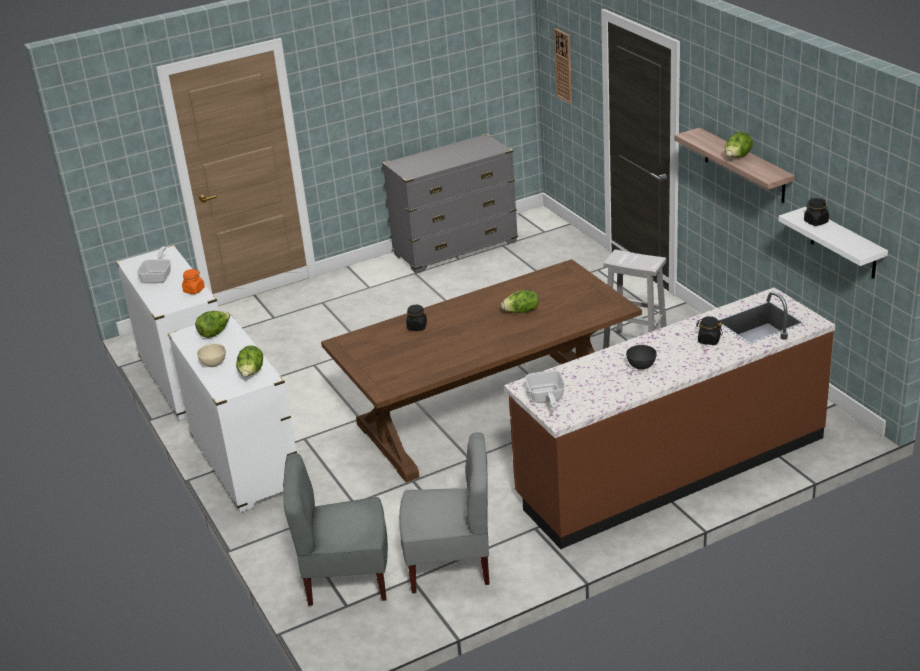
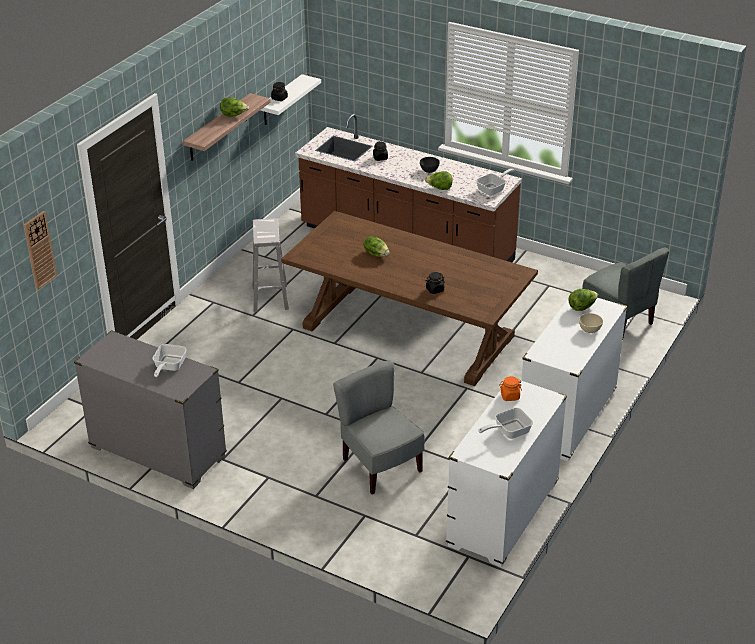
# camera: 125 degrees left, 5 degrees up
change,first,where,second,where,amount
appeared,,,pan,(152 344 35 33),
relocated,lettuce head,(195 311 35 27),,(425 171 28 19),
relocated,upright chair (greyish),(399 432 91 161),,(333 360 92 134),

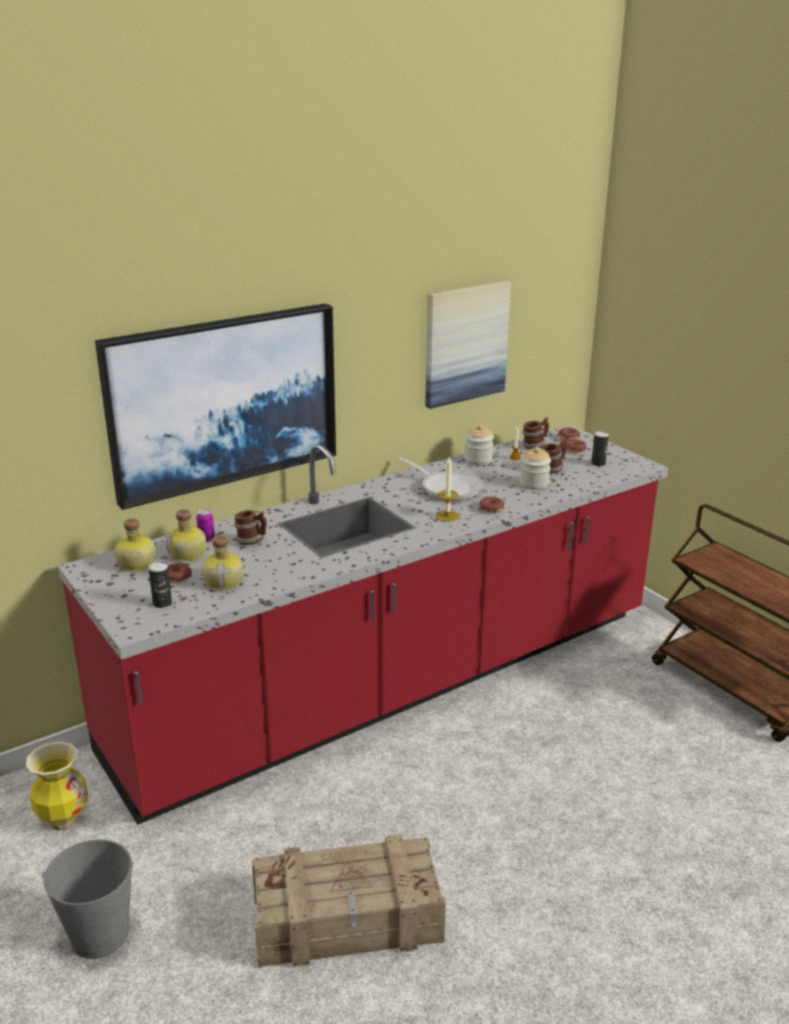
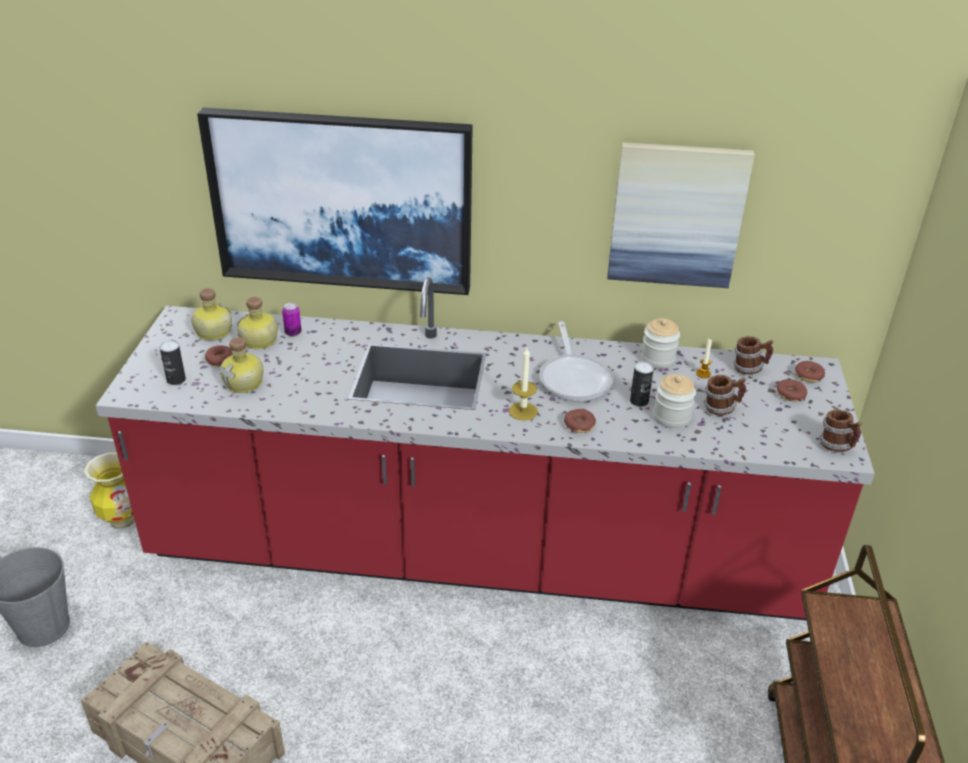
# camera: 40 degrees right, 10 degrees up
change,first,where,second,where,amount
relocated,mug,(234 510 33 35),,(820 410 42 42),
relocated,sealed can,(591 431 18 35),,(630 362 24 45),

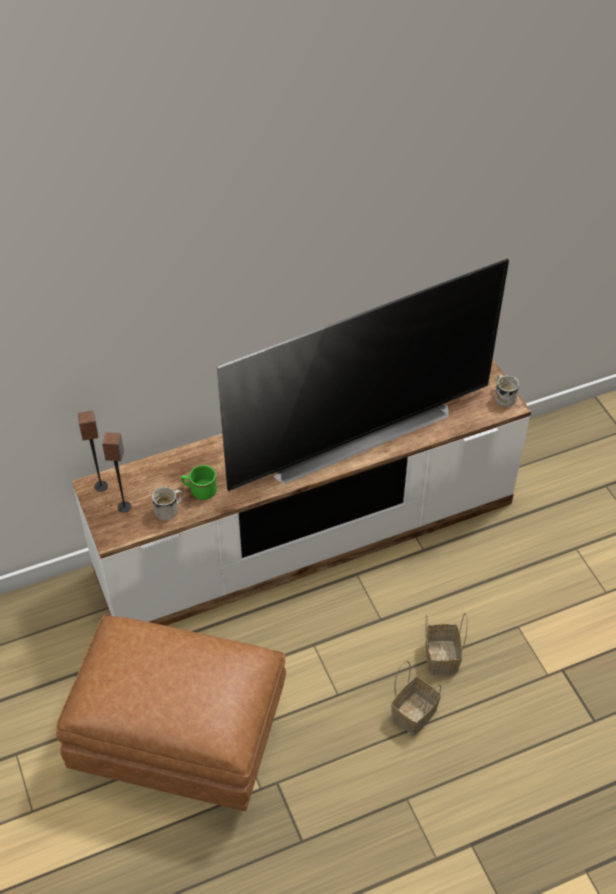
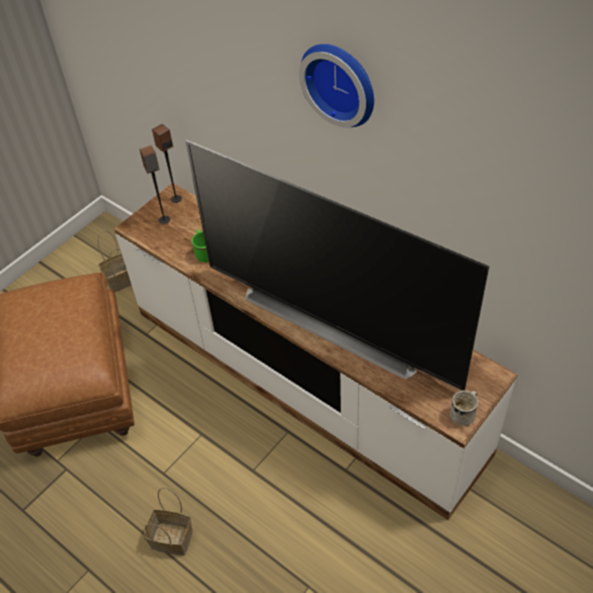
# camera: 65 degrees right, 0 degrees up
change,first,where,second,where,amount
missing,mug (white-coloured),(152 487 31 34),,,
appeared,,,clock on the wall,(299 44 75 83),
relocated,basket,(426 613 42 62),,(97 230 34 62),

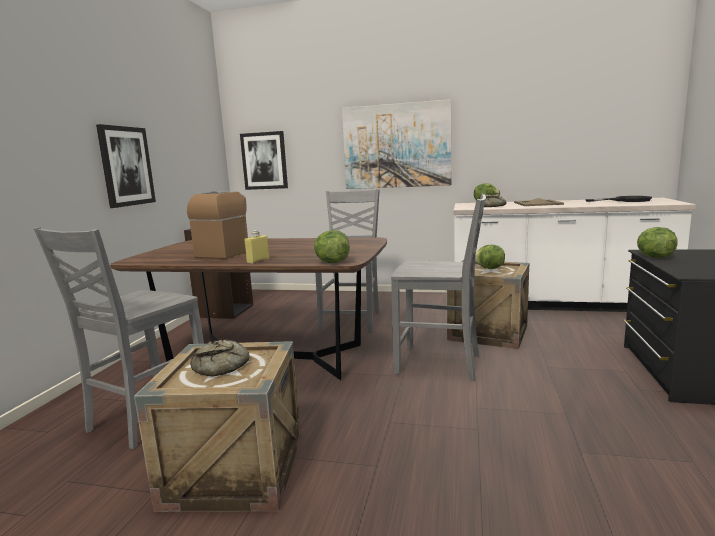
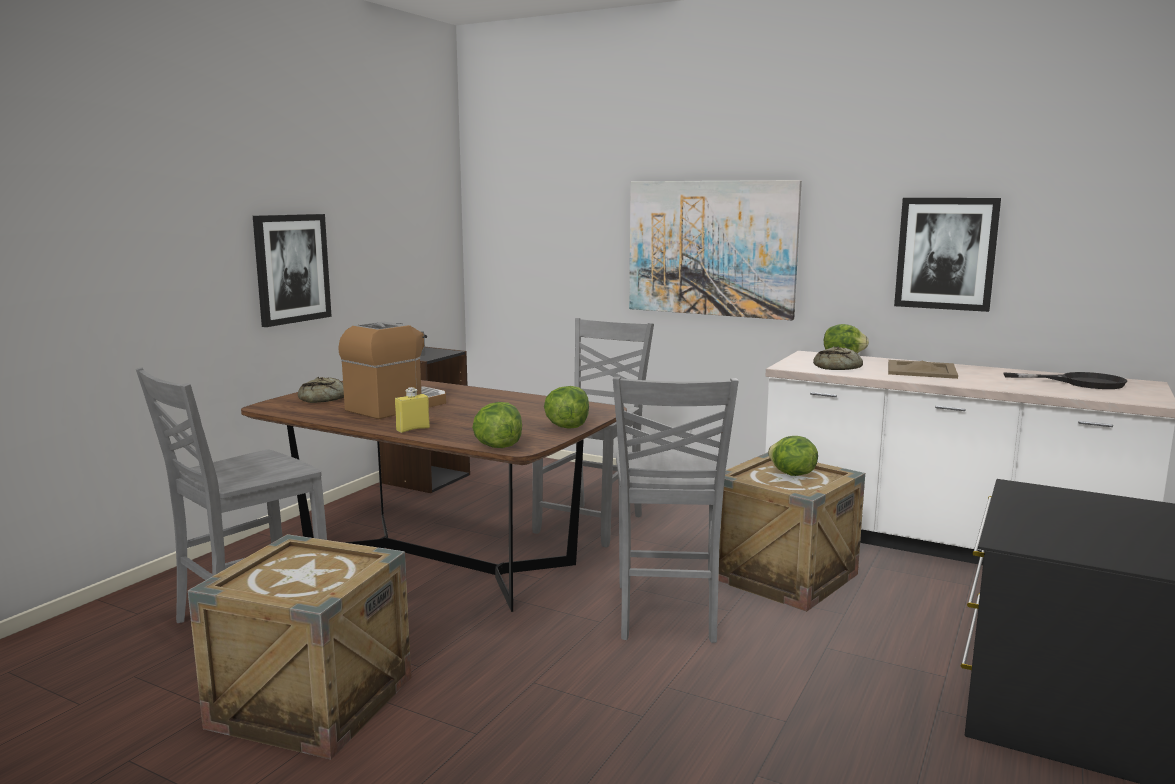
# camera: 15 degrees right, 0 degrees up
change,first,where,second,where,amount
relocated,bread,(190 340 60 36),,(298 377 46 26),
relocated,picture,(240 131 48 59),,(894 198 107 114),
relocated,lettuce head,(637 227 41 31),,(544 386 45 43),
spun,upright chair (greyish),(391 193 95 188),,(613 377 126 266),60 degrees clockwise

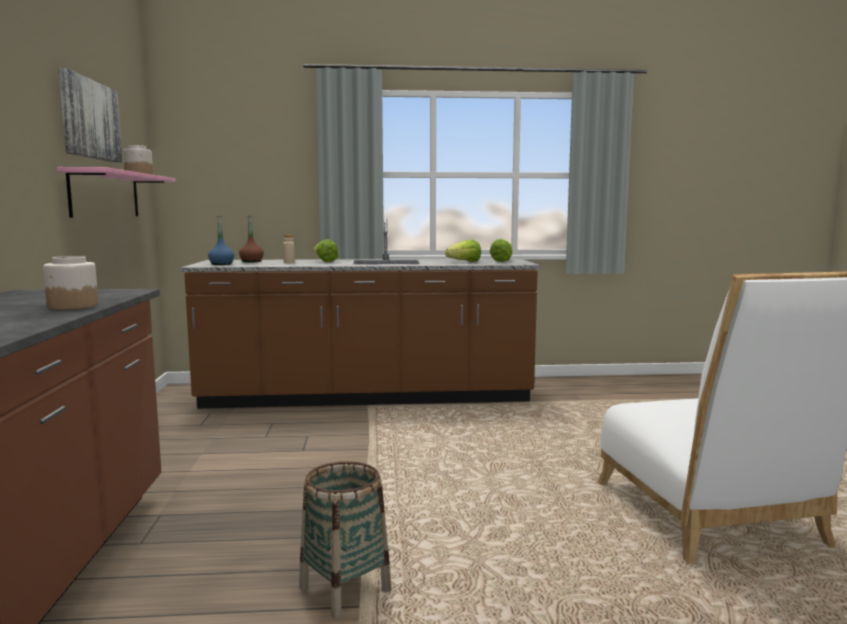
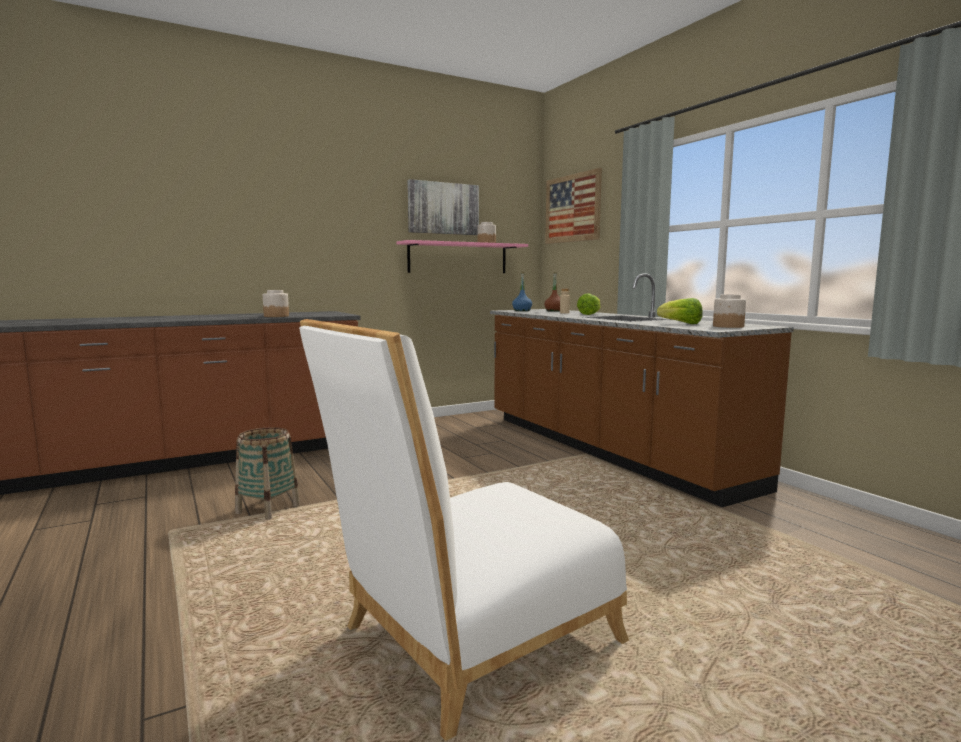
# camera: 65 degrees right, 0 degrees up
change,first,where,second,where,amount
appeared,,,picture,(545 168 57 76),
exchanged,lettuce head,(490 239 23 23),storage jar,(713 294 33 34),

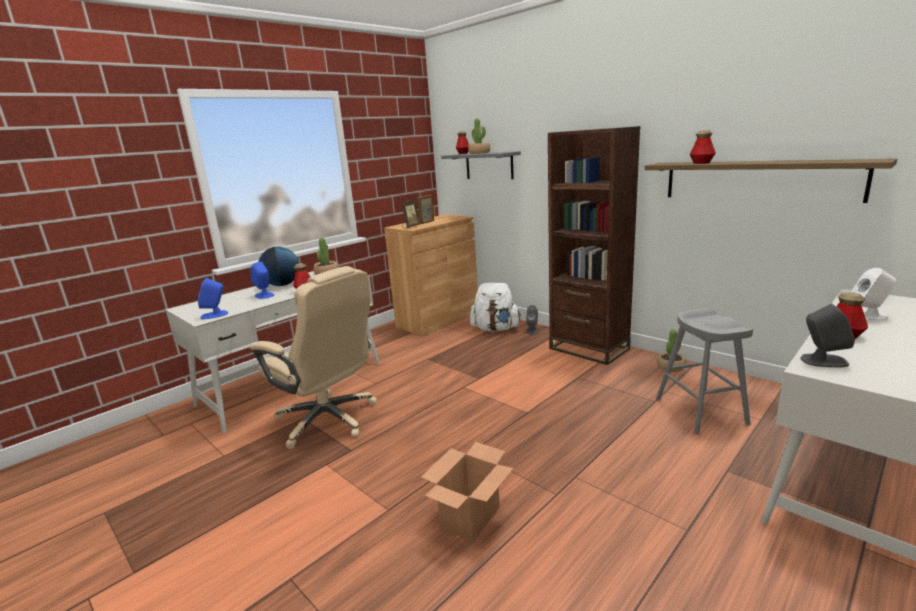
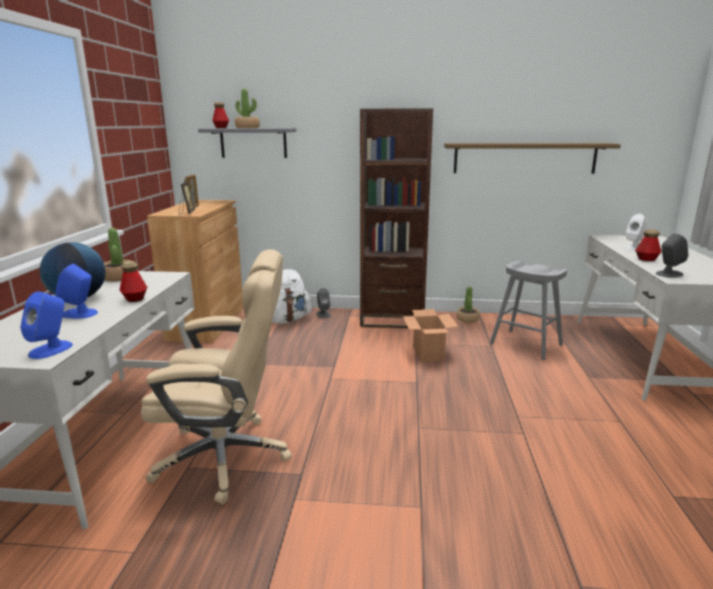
# camera: 40 degrees left, 0 degrees up
change,first,where,second,where,amount
missing,beverage bottle,(690 131 26 33),,,
relocated,cardboard box,(421 442 93 100),,(403 309 56 53),

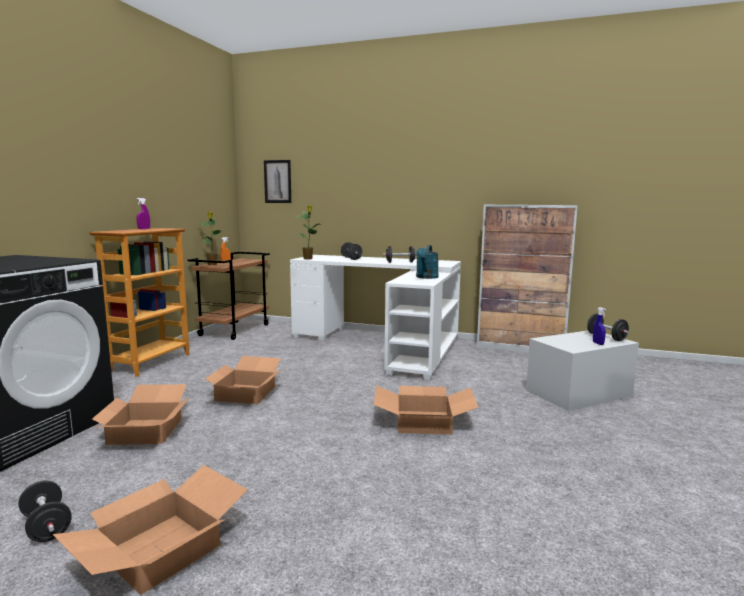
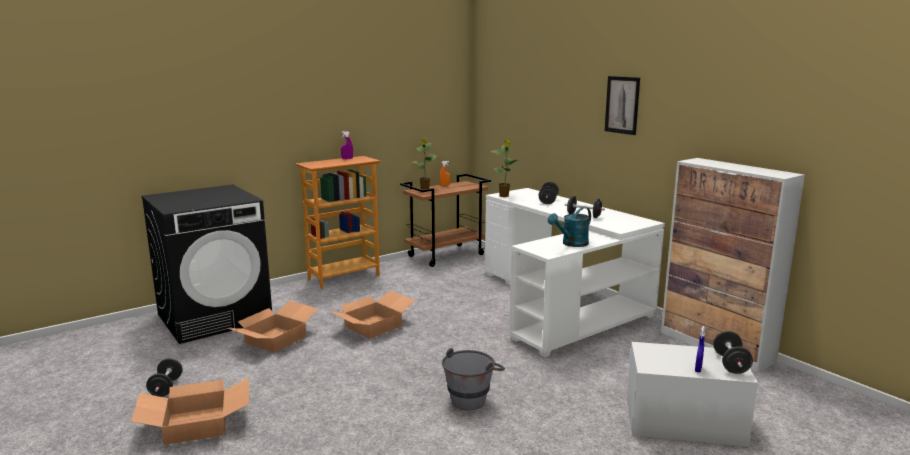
# camera: 35 degrees right, 5 degrees up
change,first,where,second,where,amount
relocated,picture,(264 160 27 43),,(605 76 35 59),
exchanged,cardboard box,(374 386 104 49),water bucket (greyish),(442 348 63 62),

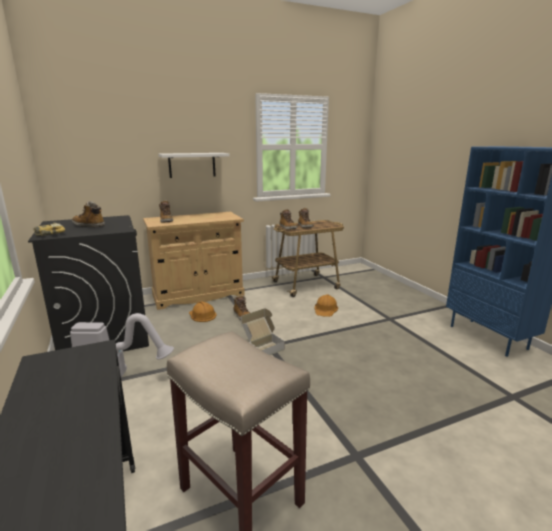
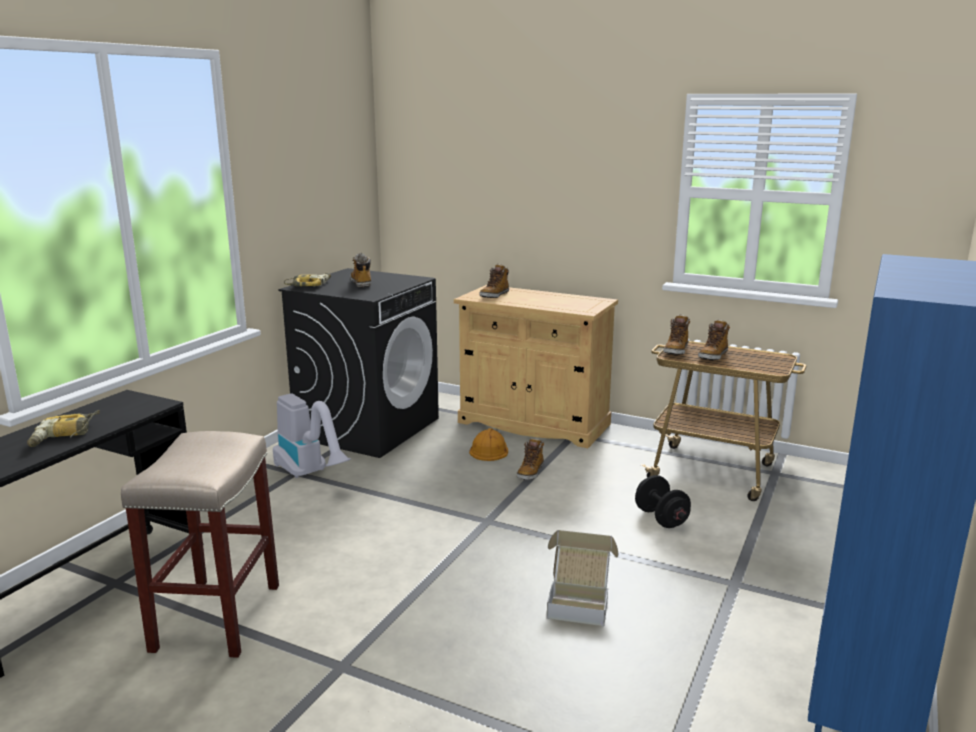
# camera: 50 degrees right, 0 degrees up
change,first,where,second,where,amount
missing,shelf (white-coloured),(158 153 72 25),,,
appeared,,,drill,(27 410 73 37),
relocated,cardboard box,(241 308 44 47),,(547 530 71 96),
exchanged,hard hat (orangey),(314 294 24 23),hand weight (black-coloured),(635 475 56 53),

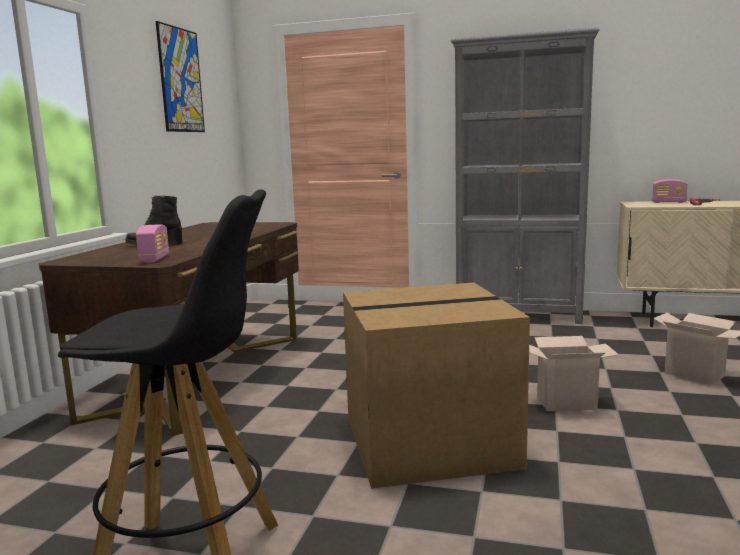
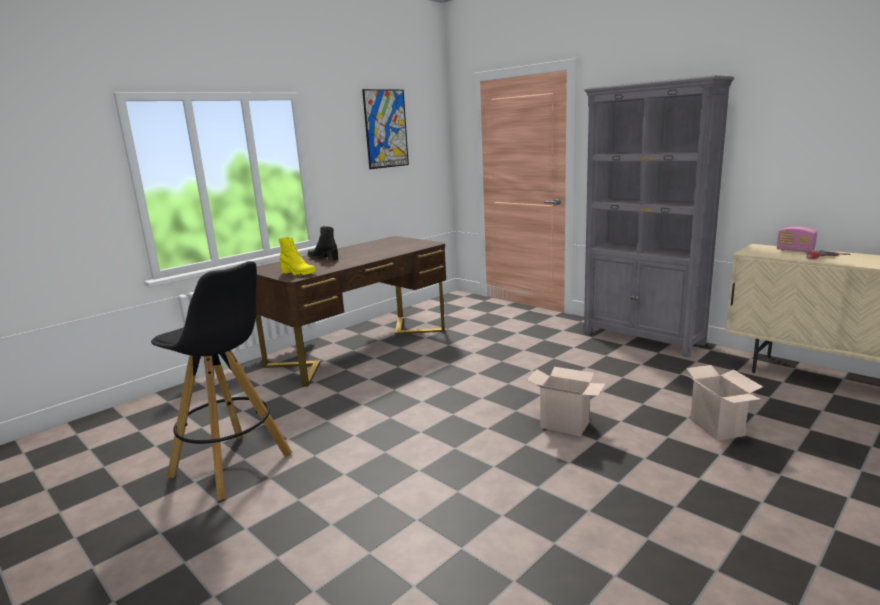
# camera: 30 degrees right, 5 degrees up
change,first,where,second,where,amount
missing,cardboard box,(343 283 187 206),,,
exchanged,radio set,(136 224 33 39),high-top boot (yellow-coloured),(279 237 37 39),

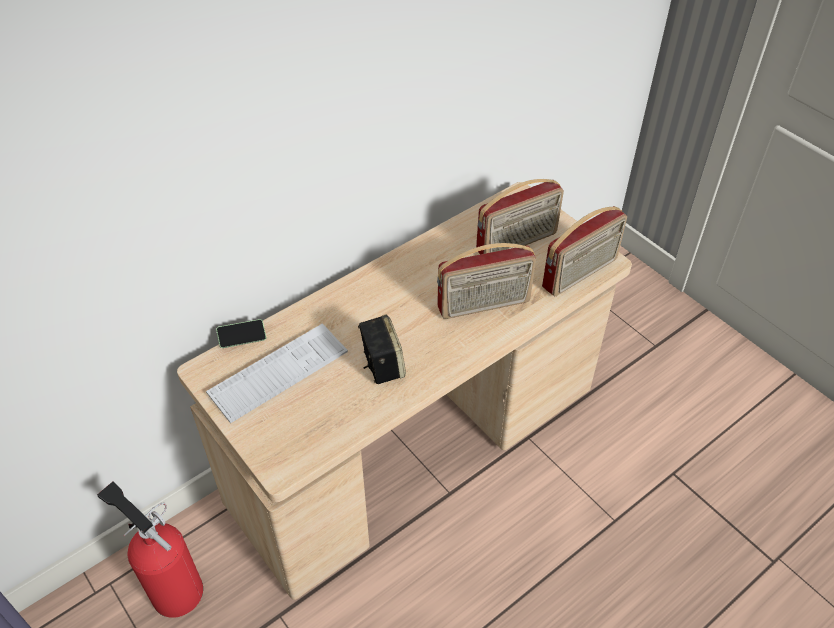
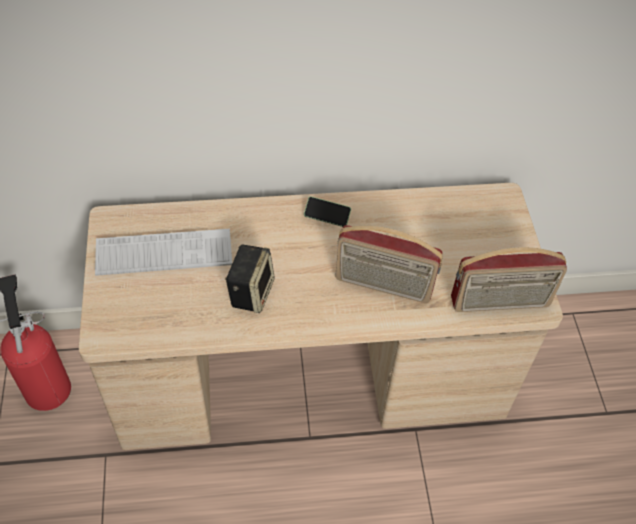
# camera: 30 degrees right, 5 degrees up
change,first,where,second,where,amount
missing,radio set,(476 179 88 75),,,
relocated,handset,(216 319 50 29),,(304 197 47 30),

